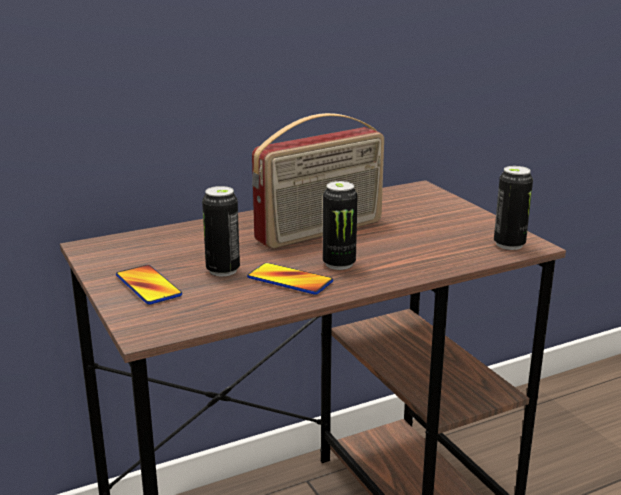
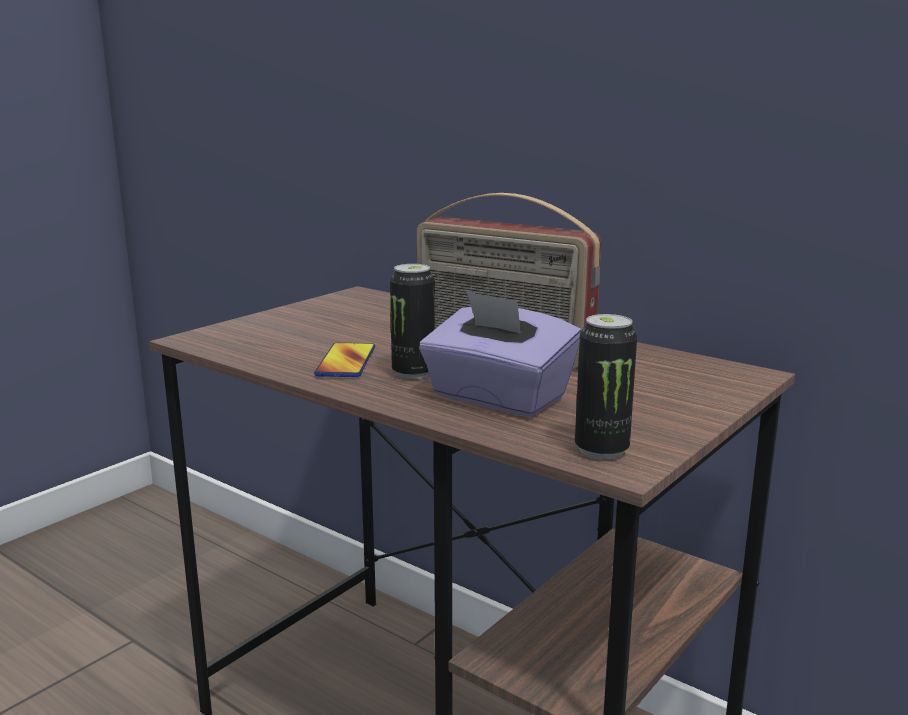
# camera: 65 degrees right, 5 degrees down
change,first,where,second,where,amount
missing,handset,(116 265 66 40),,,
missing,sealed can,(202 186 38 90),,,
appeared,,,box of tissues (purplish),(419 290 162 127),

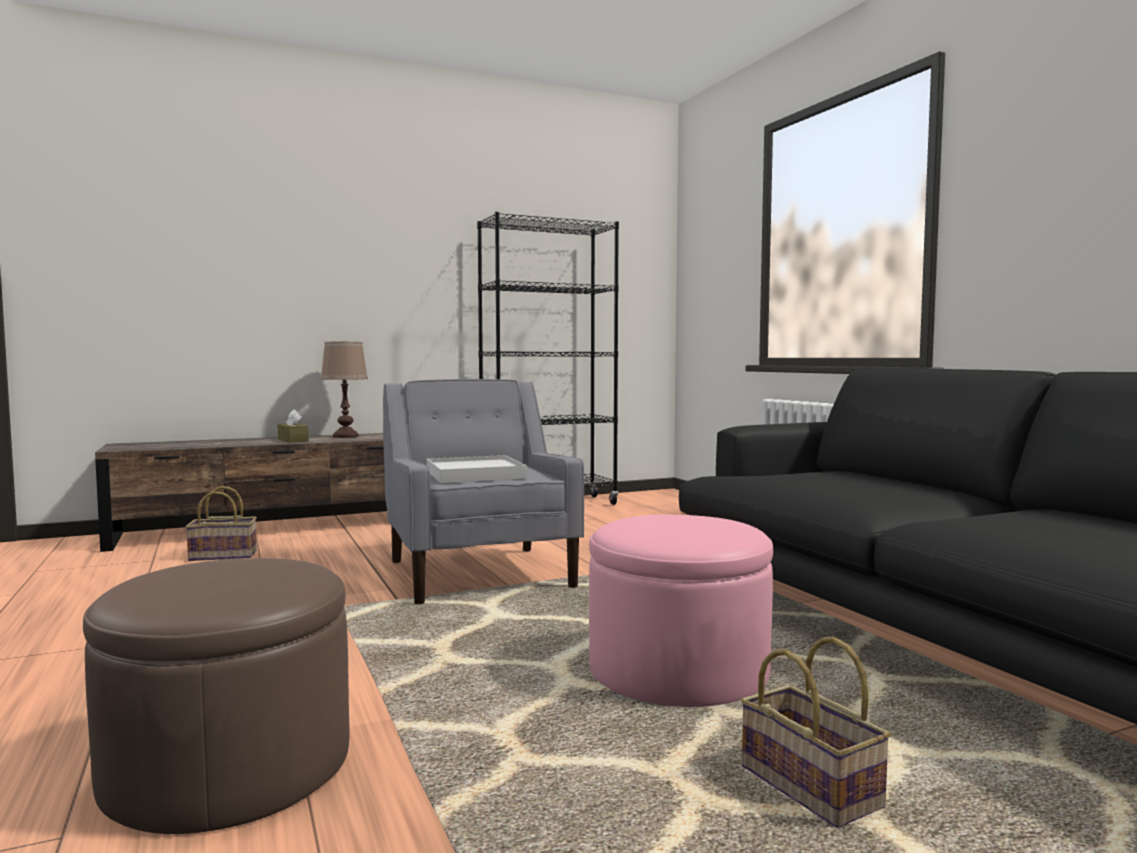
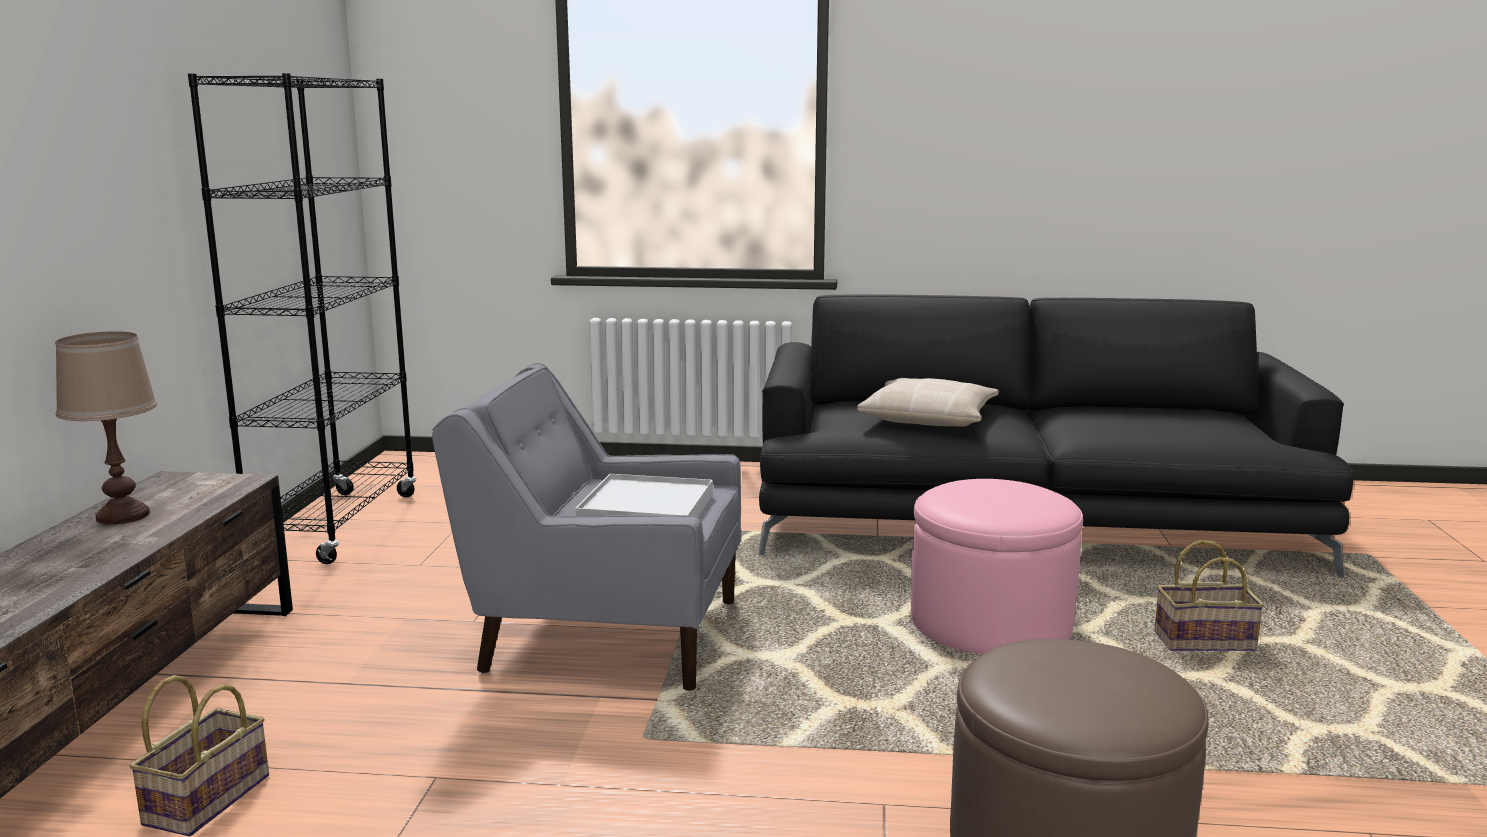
# camera: 60 degrees left, 10 degrees up
change,first,where,second,where,amount
missing,box of tissues (brown),(278 410 31 33),,,
appeared,,,pillow (beige),(857 378 142 48),

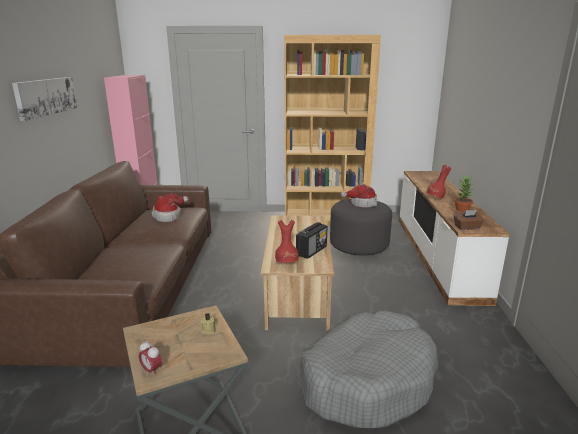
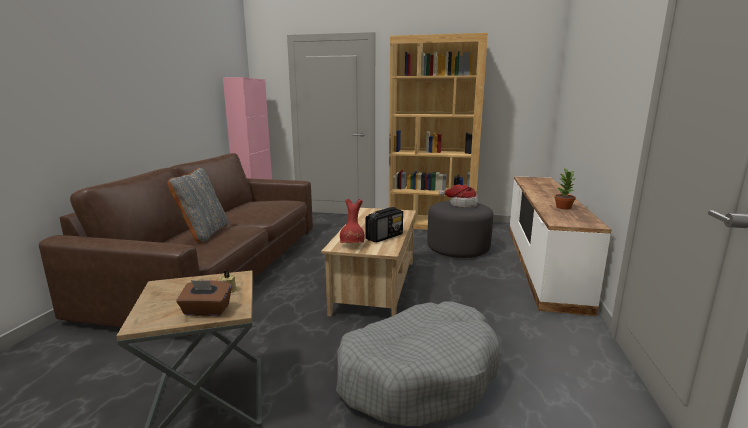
# camera: 10 degrees right, 5 degrees down
change,first,where,second,where,amount
missing,picture,(12 77 65 44),,,
missing,bedside clock,(139 341 23 34),,,
missing,hat,(152 193 37 29),,,
missing,flower vase (red-coloured),(427 165 25 34),,,
appeared,,,pillow (greyish),(168 168 61 75),
relocated,box of tissues (brown),(454 210 30 20),,(176 280 56 36),

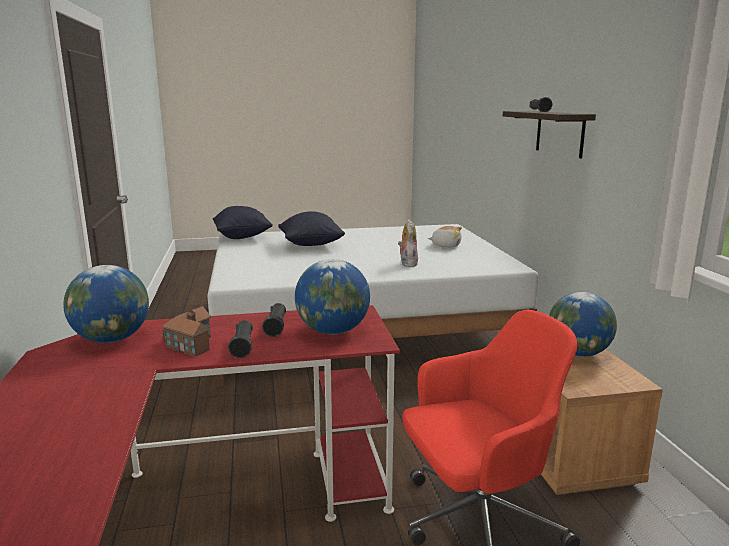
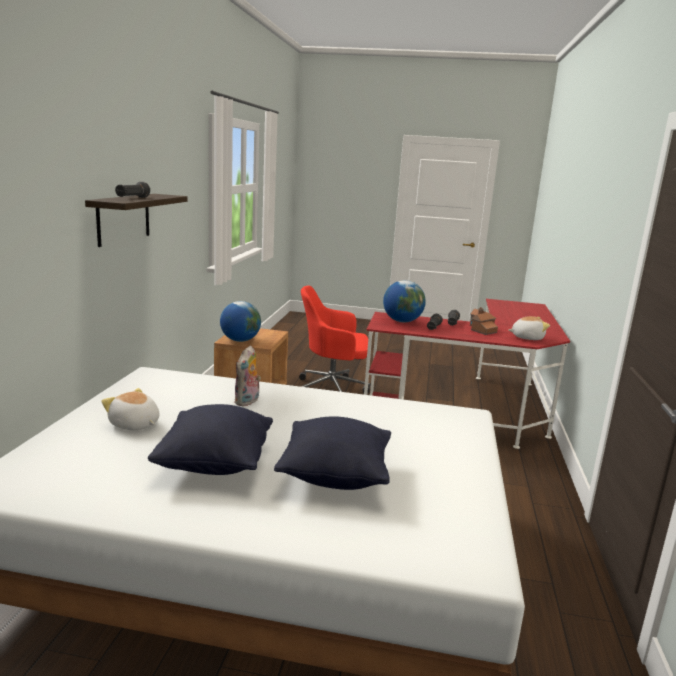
# camera: 160 degrees left, 0 degrees up
change,first,where,second,where,amount
relocated,pillow (black-coloured),(213 206 60 33),,(148 404 125 71),
exchanged,globe,(63 265 86 78),plush toy,(509 316 41 24),

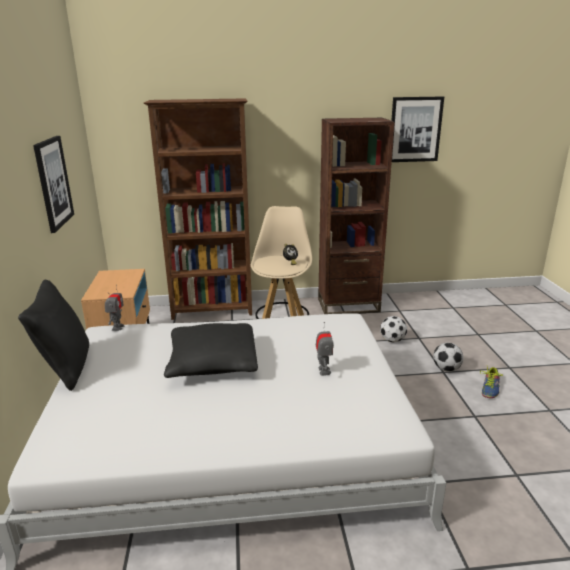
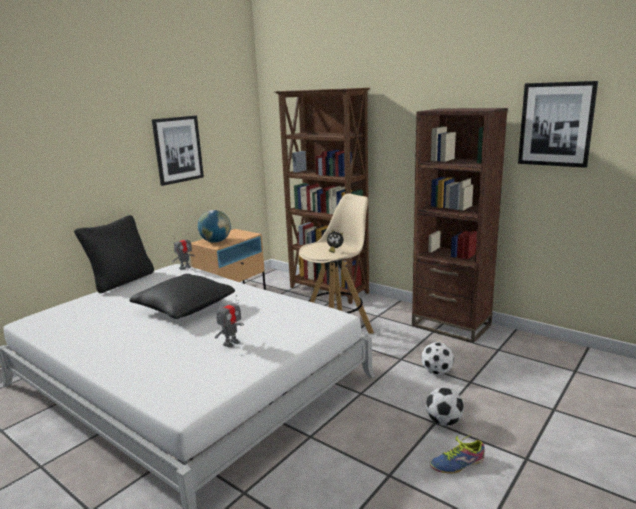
# camera: 45 degrees right, 5 degrees down
change,first,where,second,where,amount
appeared,,,globe,(198 210 33 33),

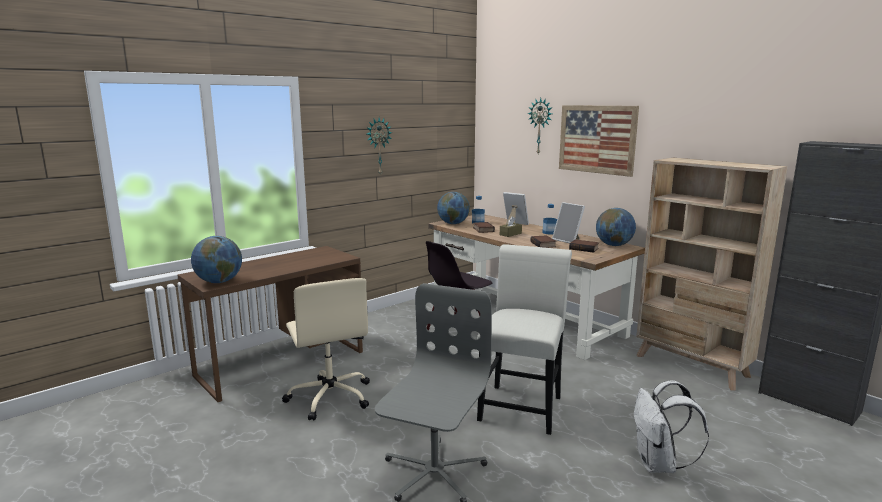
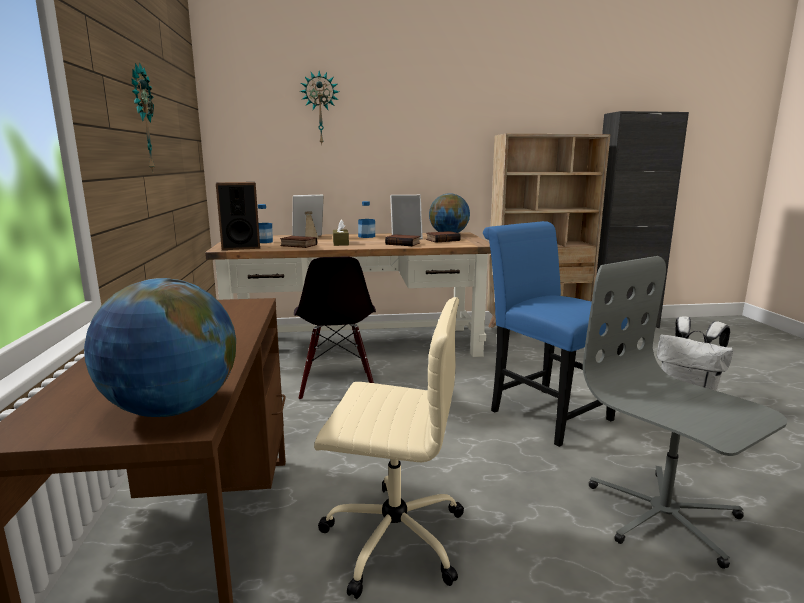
# camera: 55 degrees left, 0 degrees up
change,first,where,second,where,amount
missing,picture,(559 105 80 72),,,
exchanged,globe,(437 192 33 32),loudspeaker,(216 182 44 68),
colour,upright chair (white-coloured),(477 244 95 191),upright chair (blue-coloured),(483 221 145 226),

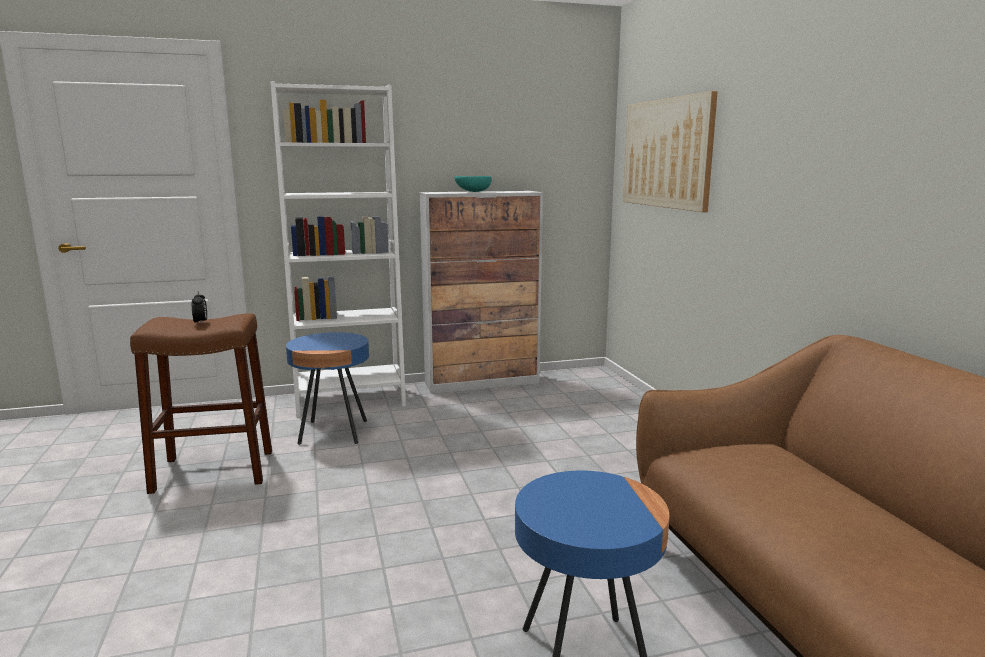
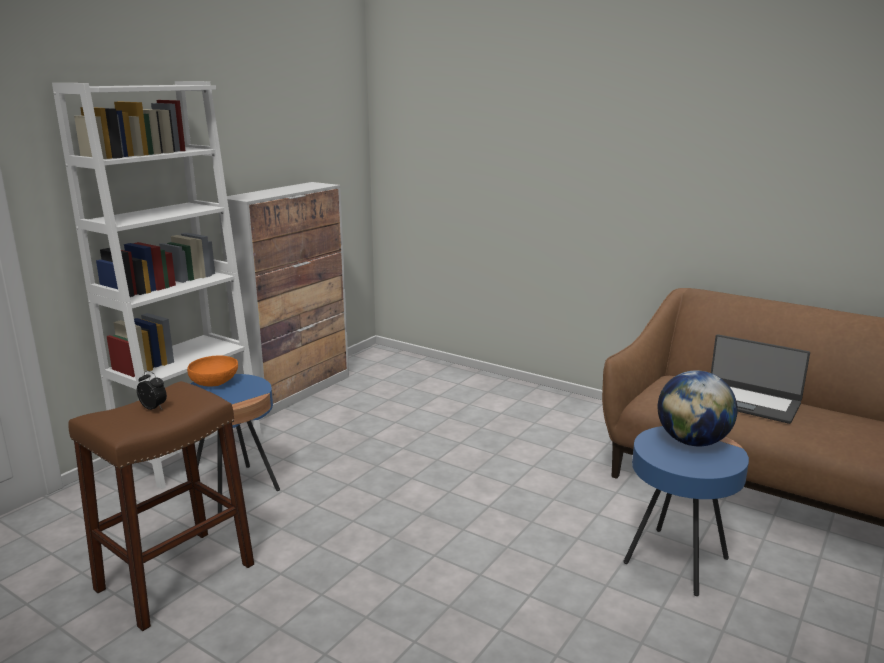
# camera: 40 degrees left, 5 degrees up
change,first,where,second,where,amount
missing,bowl (turquoise),(454 176 38 16),,,
missing,picture,(623 91 95 121),,,
appeared,,,bowl (orangey),(187 356 51 31),
appeared,,,globe,(658 370 80 76),
appeared,,,notebook computer,(711 334 99 90),

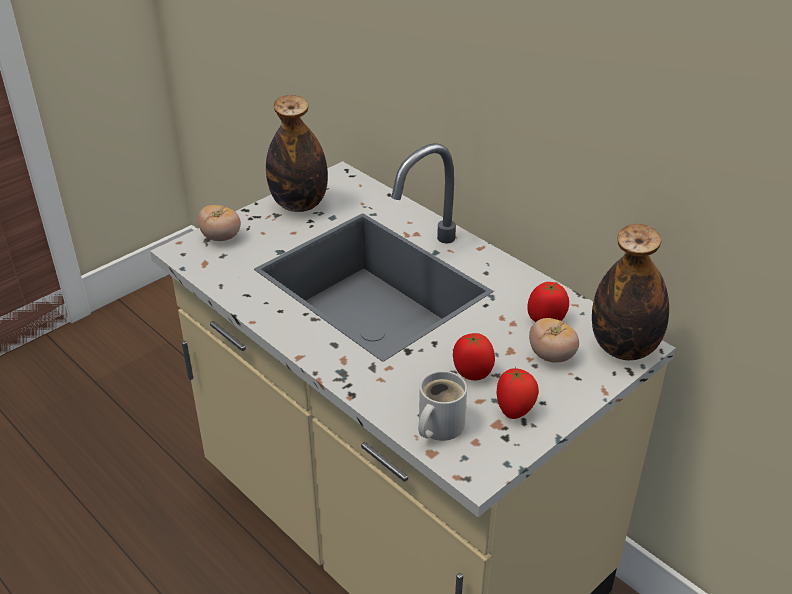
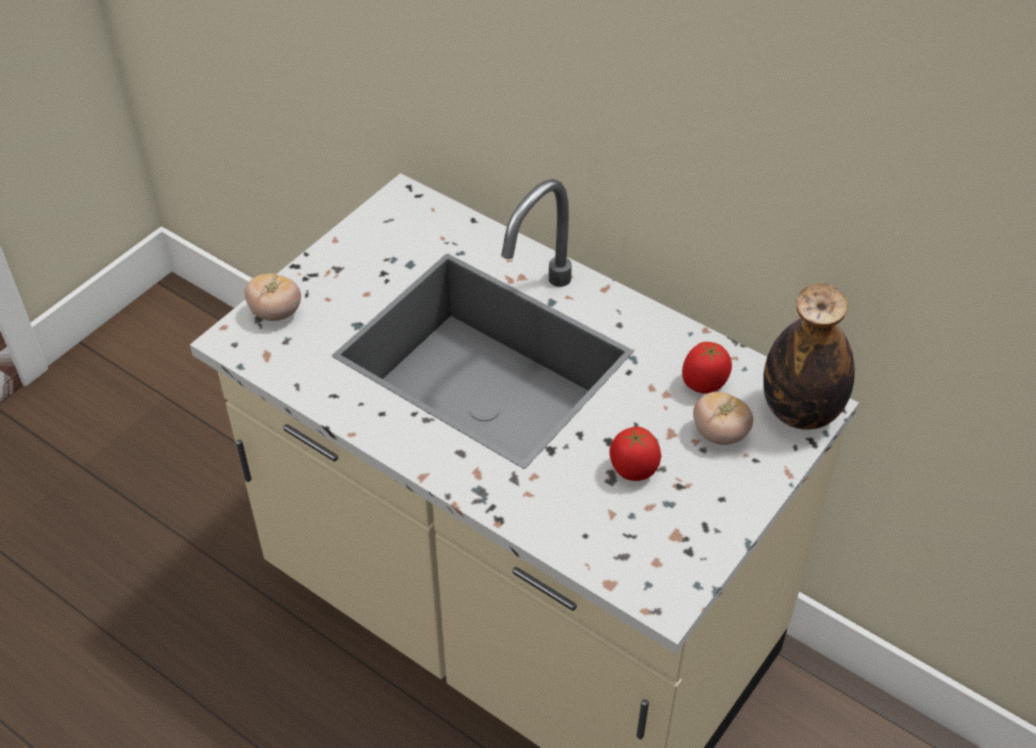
# camera: 10 degrees left, 10 degrees up
change,first,where,second,where,amount
missing,beverage bottle,(266 95 62 117),,,
missing,mug (white-coloured),(418 371 49 70),,,
missing,tomato,(497 367 42 52),,,

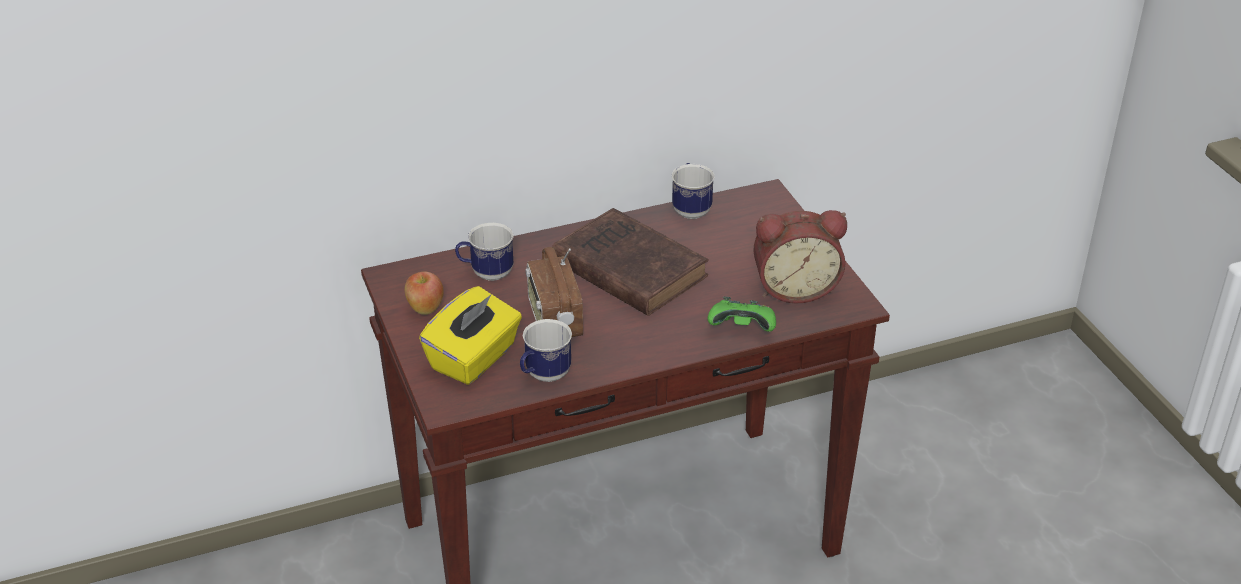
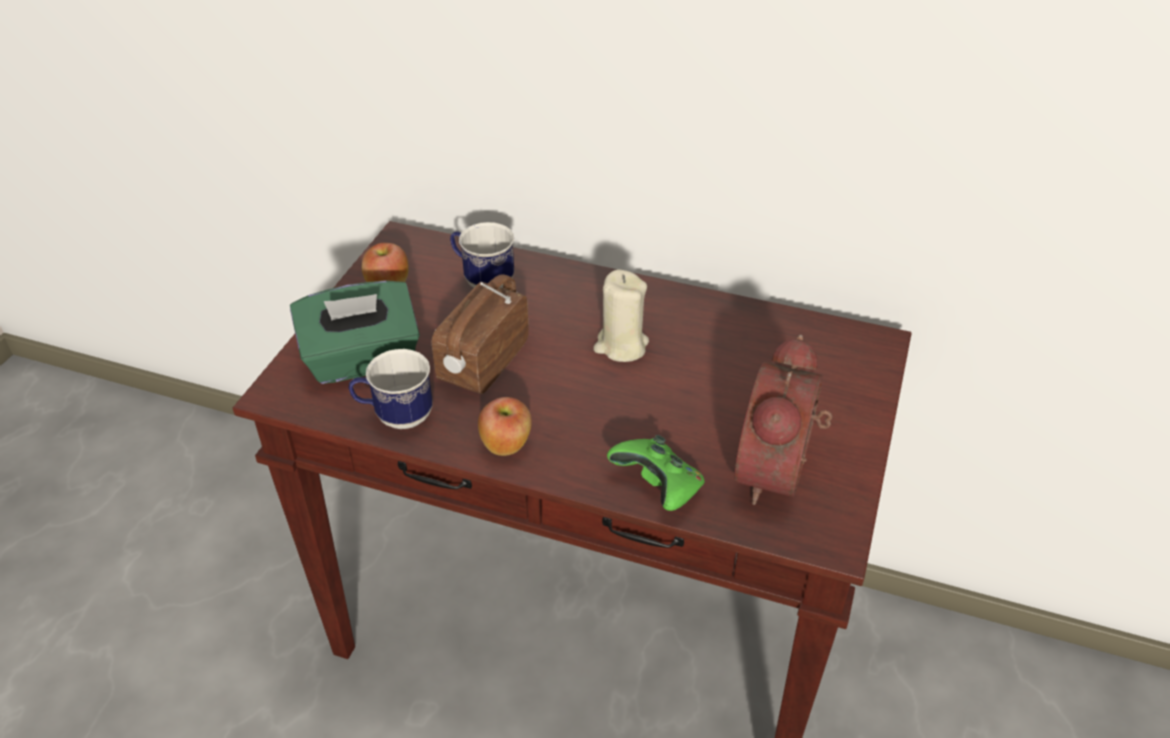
# camera: 40 degrees right, 5 degrees up
change,first,where,second,where,amount
missing,mug,(671 163 44 56),,,
appeared,,,apple fruit,(478 397 54 59),
exchanged,book (brown),(552 208 157 108),wax candle (beige),(593 269 56 93),
colour,box of tissues (yellow-coloured),(419 286 103 99),box of tissues (greenish),(290 281 130 103),
spun,bedside clock,(753 210 94 93),,(734 334 98 171),75 degrees clockwise

